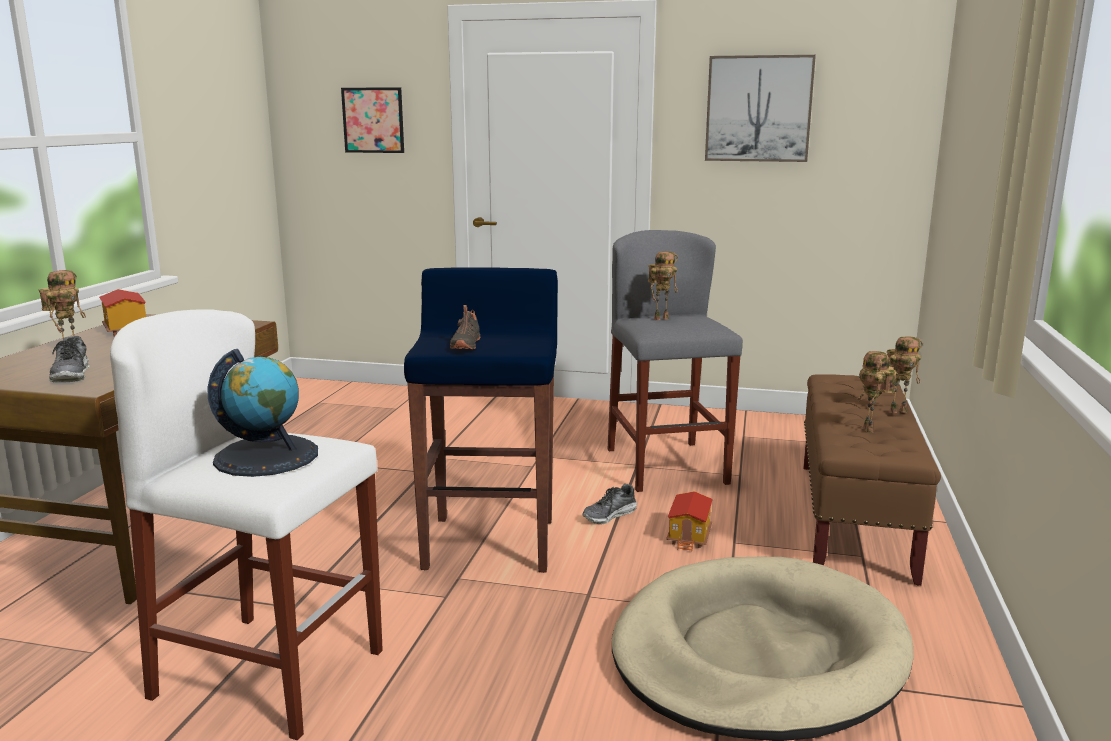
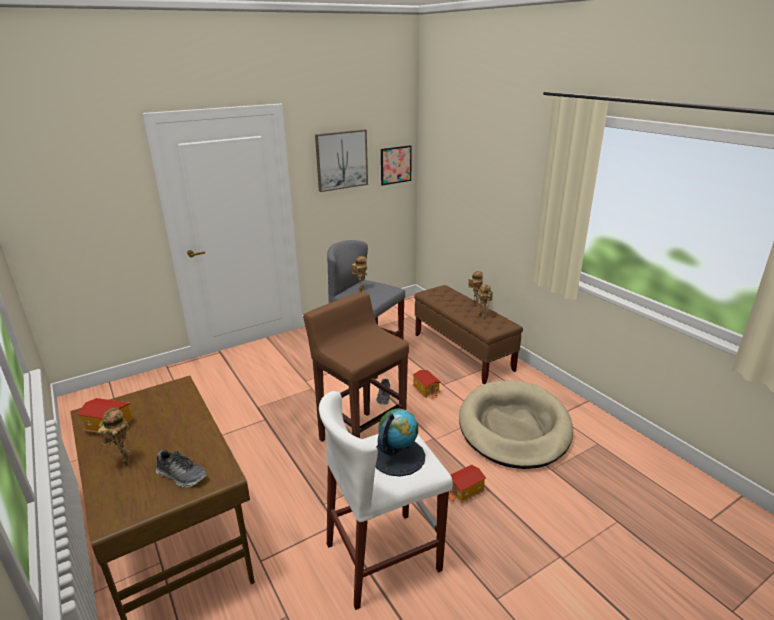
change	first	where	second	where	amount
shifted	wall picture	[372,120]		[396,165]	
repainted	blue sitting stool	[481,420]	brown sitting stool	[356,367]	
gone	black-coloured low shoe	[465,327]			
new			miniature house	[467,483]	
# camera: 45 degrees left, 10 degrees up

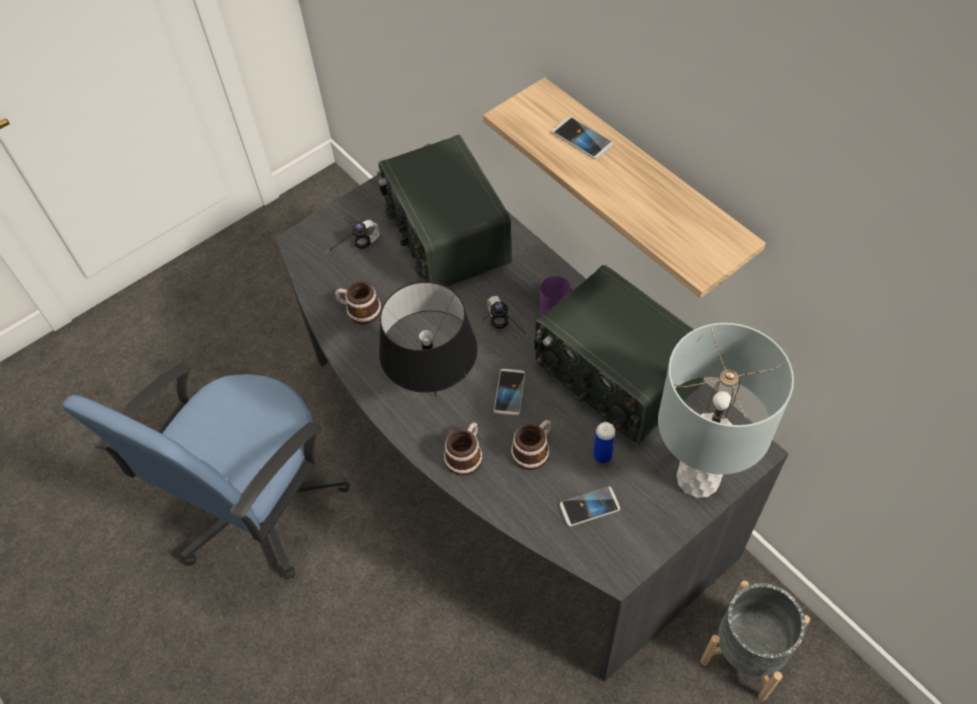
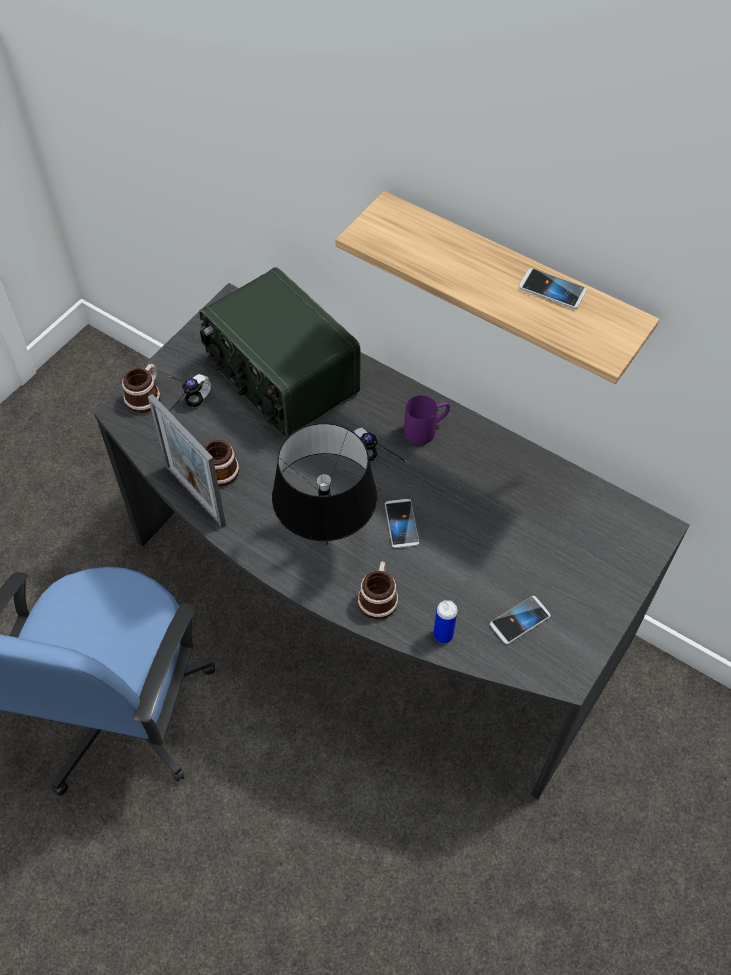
change	first	where	second	where	amount
shifted	telephone	[582,138]		[553,288]	
gone	radio set	[619,355]			
gone	greyish lamp for a table	[726,410]			
shifted	coffee mug	[531,445]		[141,388]	
shifted	can	[604,442]		[445,622]	
gone	greyish flower pot	[755,641]			
new			picture frame	[187,461]	
# camera: 20 degrees left, 0 degrees up

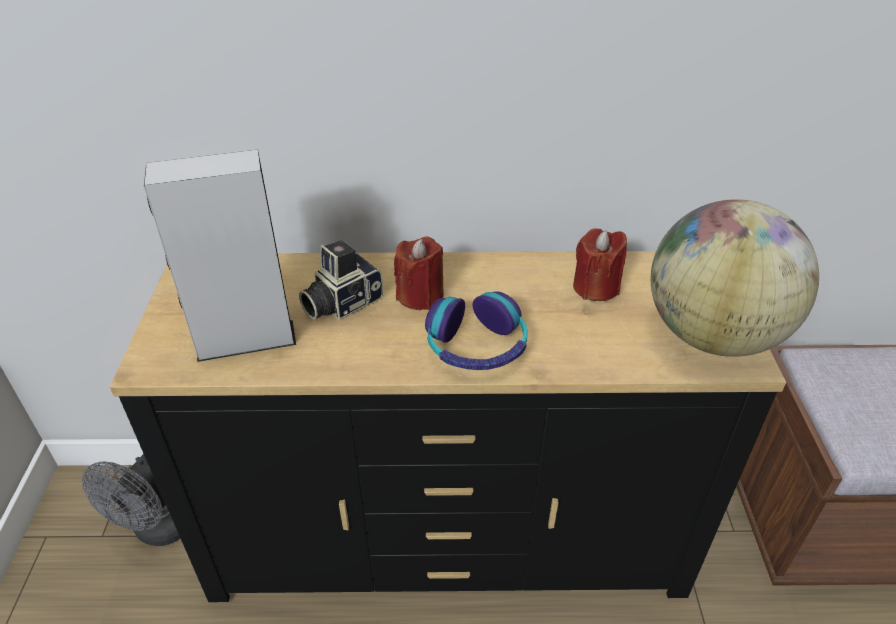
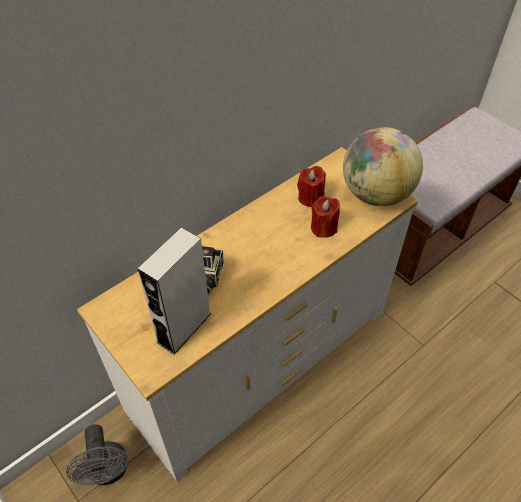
change	first	where	second	where	amount
shifted	red-coloured wax candle	[419,273]		[325,217]	
repainted	black-coloured chest of drawers	[448,426]	white chest of drawers	[247,314]	
gone	pair of headphones	[476,330]			
# camera: 40 degrees left, 10 degrees up

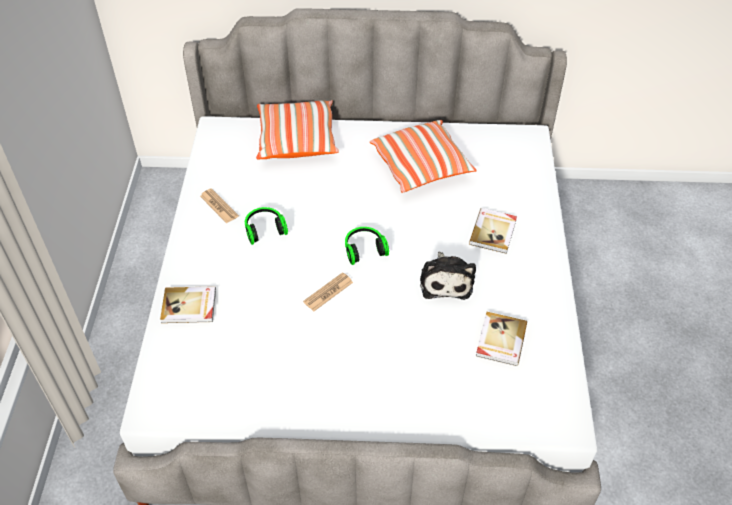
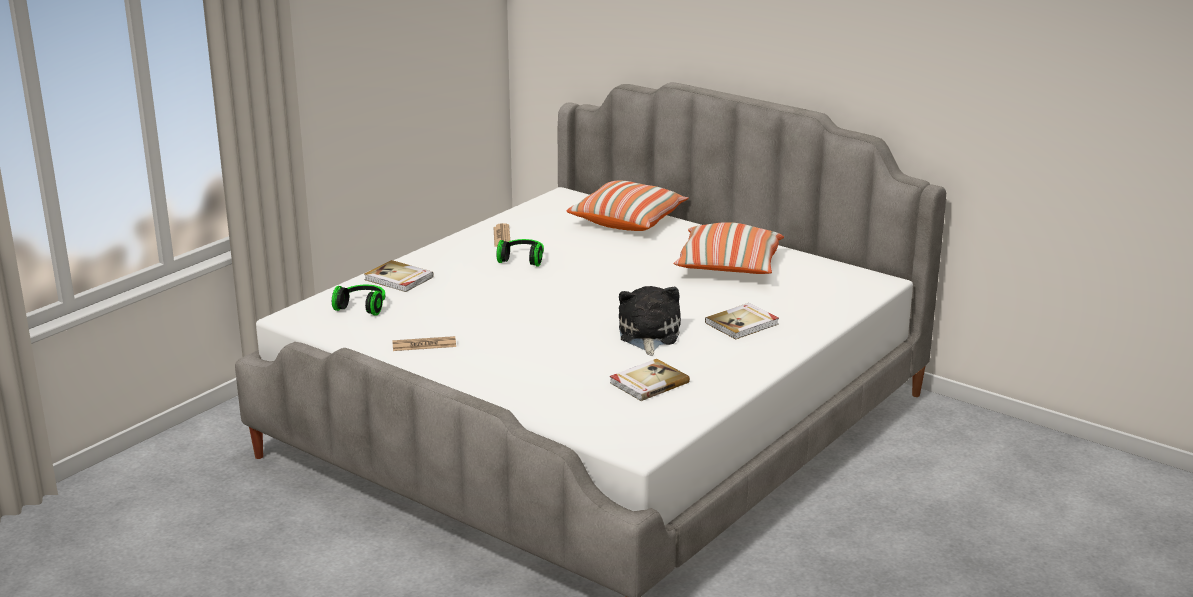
change	first	where	second	where	amount
shifted	pair of headphones	[367,246]		[358,300]	
rotated	cuddly toy	[448,276]		[650,320]	150 degrees clockwise
shifted	newspaper	[328,291]		[424,343]	
# camera: 35 degrees right, 25 degrees down

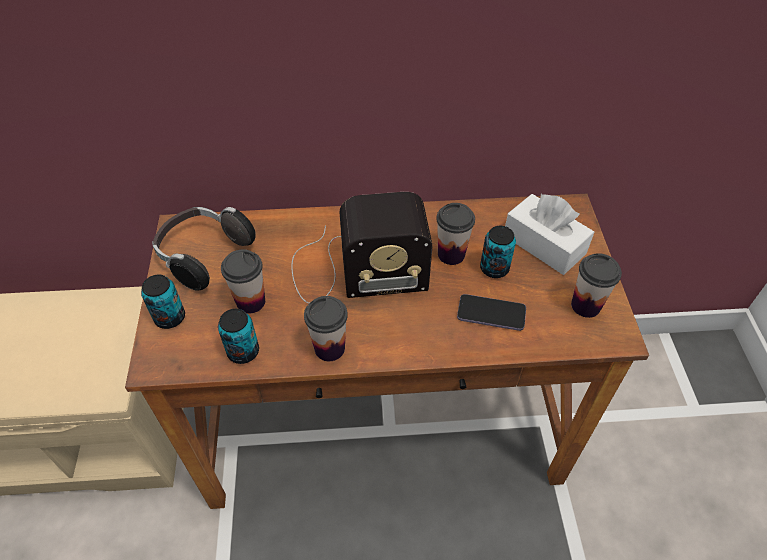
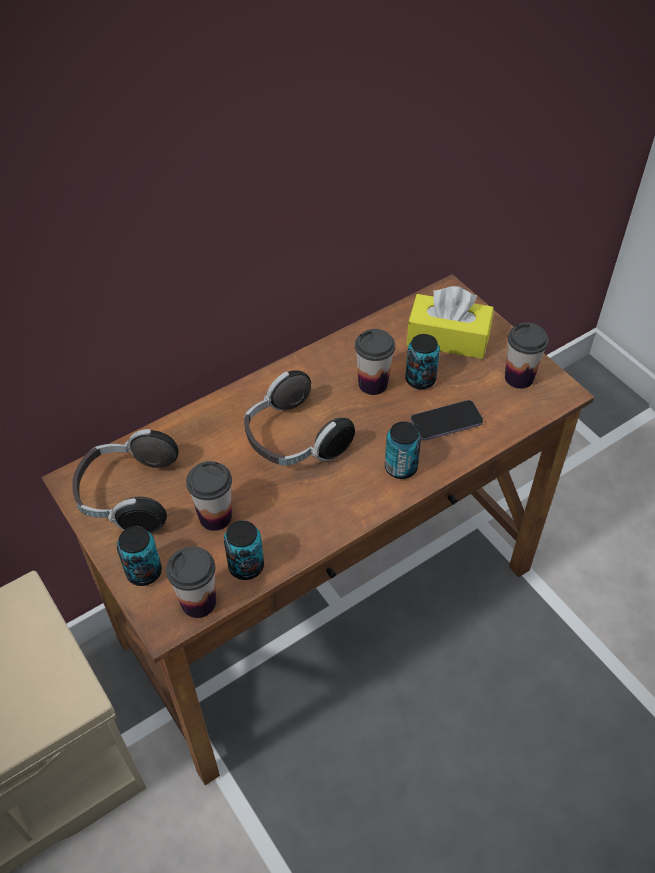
change	first	where	second	where	amount
swapped	radio set	[361,247]	pair of headphones	[299,418]	
repainted	white tissue holder	[549,234]	yellowish tissue holder	[450,322]	
shifted	small cup	[326,328]		[191,582]	
new			can	[403,450]	
# camera: 30 degrees left, 0 degrees up

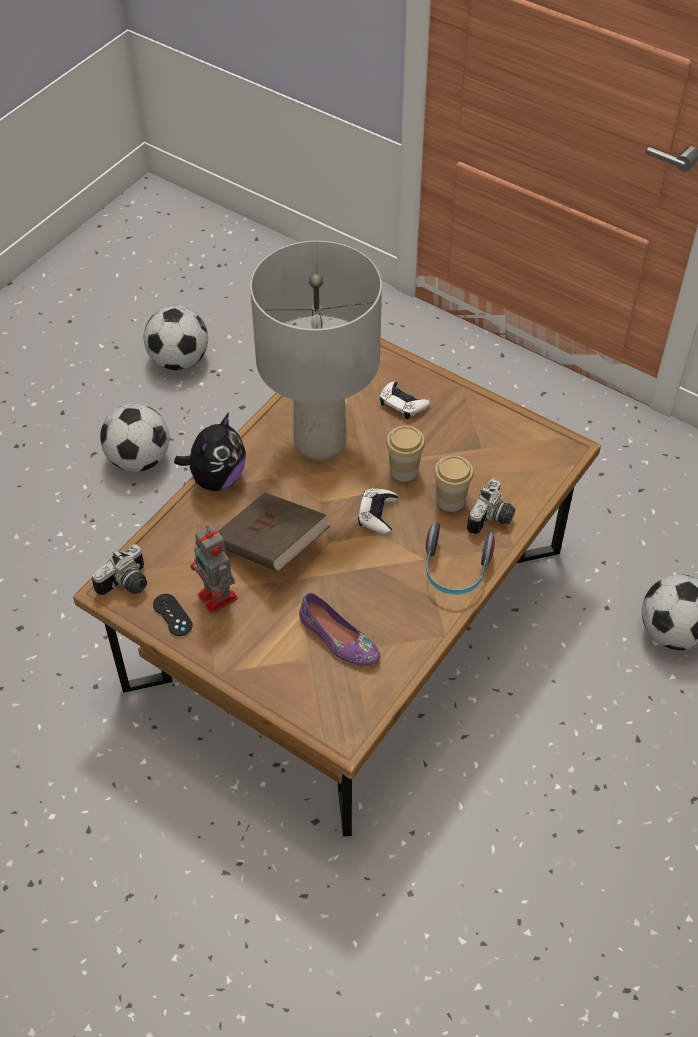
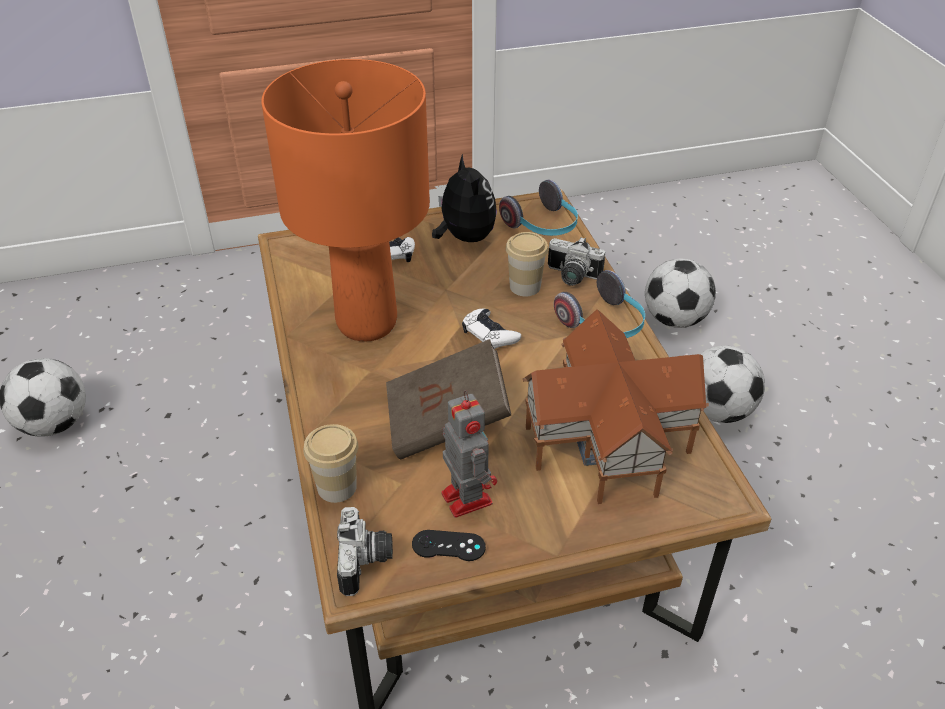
change	first	where	second	where	amount
repainted	greyish lamp for a table	[316,351]	orange-coloured lamp for a table	[345,200]	
shifted	football ball	[134,438]		[732,384]	
shifted	cuddly toy	[210,452]		[464,198]	
shifted	small cup	[405,453]		[331,463]	
rotated	still camera	[491,507]		[576,261]	135 degrees clockwise
rotated	robot figure	[214,569]		[469,454]	120 degrees counterclockwise
swapped	purple low shoe	[339,629]	miniature house	[616,406]	
new			pair of headphones	[538,208]	
# camera: 50 degrees left, 10 degrees down

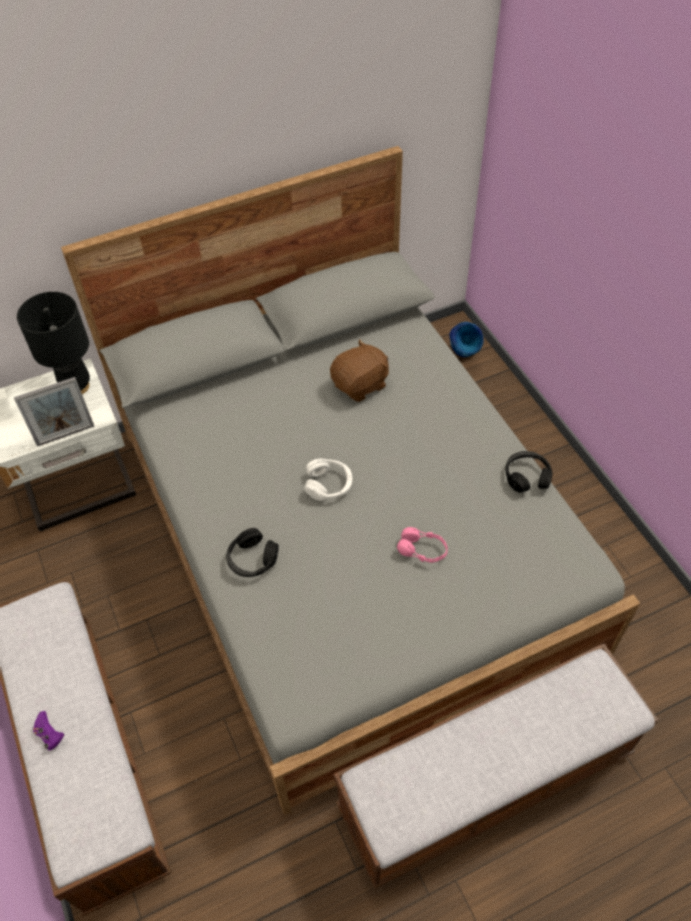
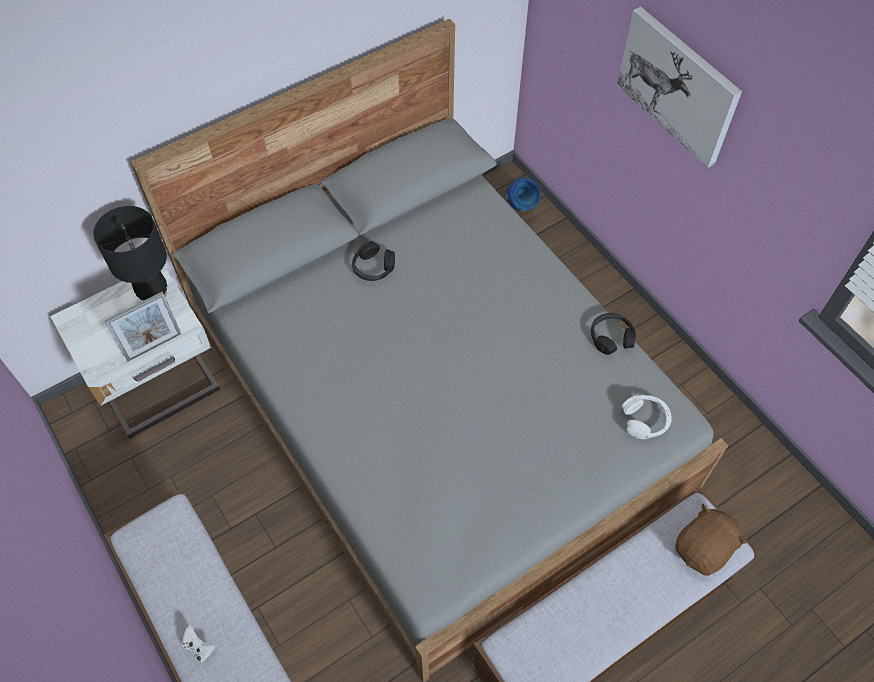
change	first	where	second	where	amount
shifted	brown cuddly toy	[359,370]		[711,540]	
shifted	white pair of headphones	[328,480]		[647,417]	
gone	pink-coloured pair of headphones	[422,545]			
shifted	black-coloured pair of headphones	[252,552]		[373,261]	
repainted	purple game controller	[48,730]	white game controller	[198,644]	
new			wall picture	[679,87]	
# camera: 10 degrees left, 5 degrees up

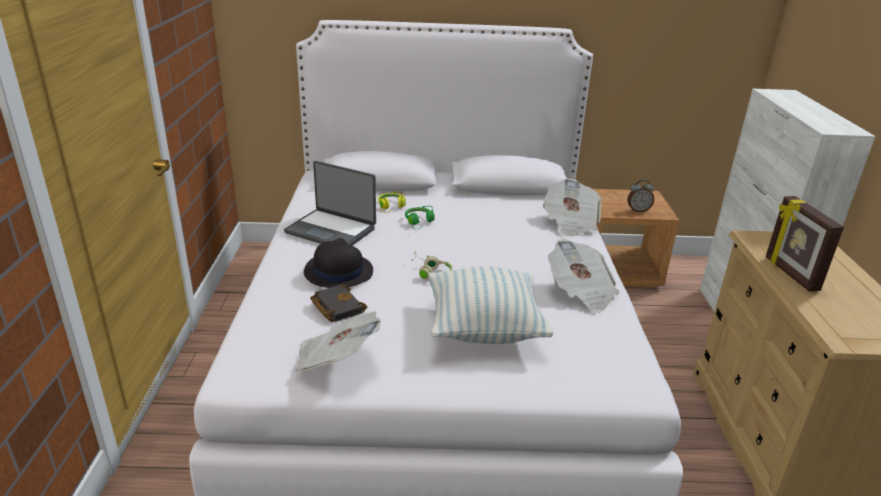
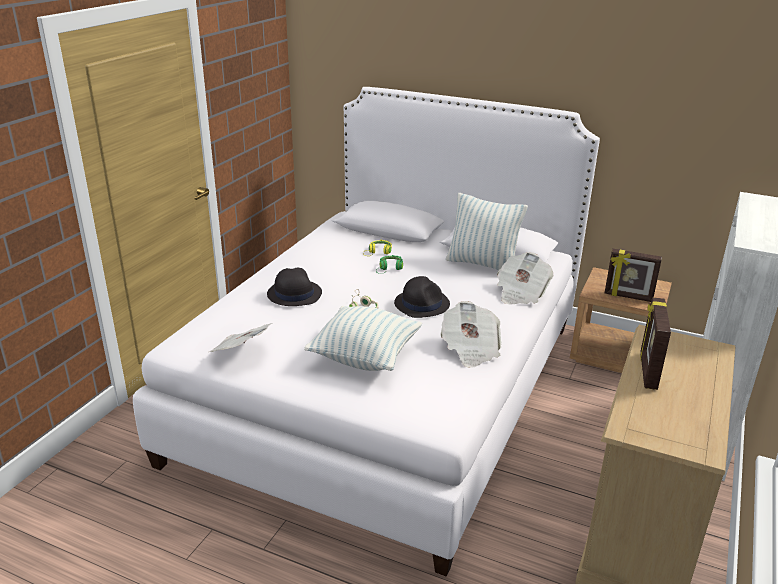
change	first	where	second	where	amount
gone	portable computer	[330,203]			
swapped	alarm clock	[640,195]	picture frame	[633,275]	
gone	black-coloured volume	[338,303]			
new			throw pillow	[487,231]	
new			black-coloured wearable hat	[422,297]	
# camera: 25 degrees right, 0 degrees up

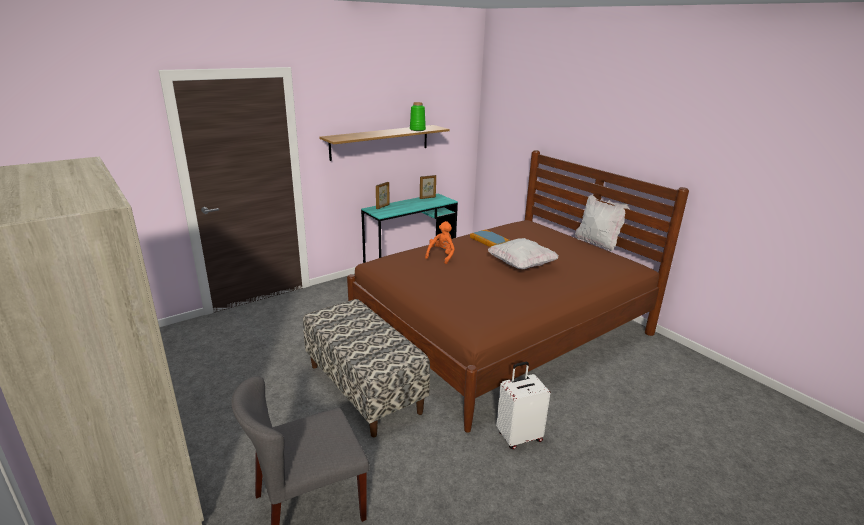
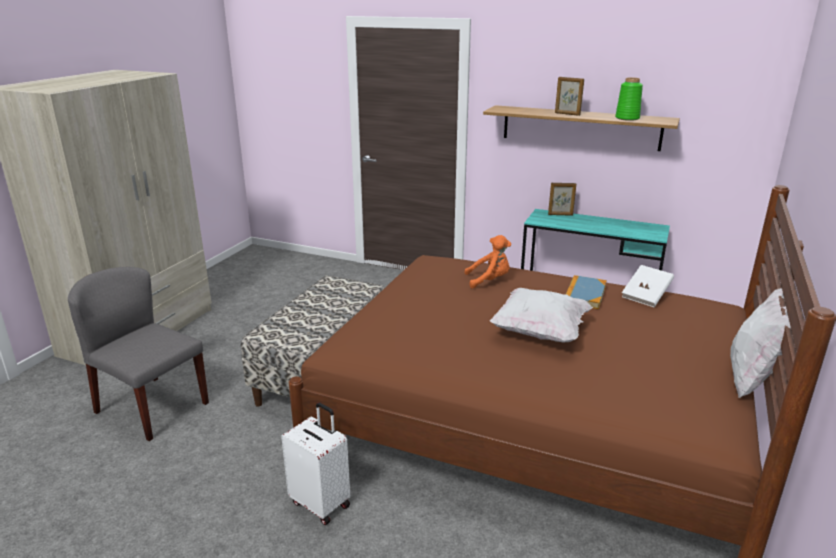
change	first	where	second	where	amount
shifted	picture frame	[428,187]		[569,96]	
new			white volume	[648,286]	
# camera: 60 degrees right, 0 degrees up

